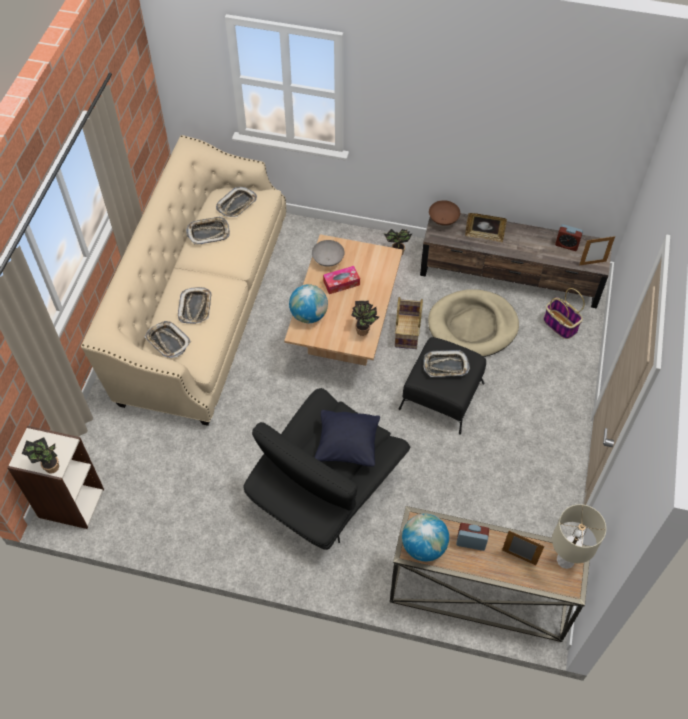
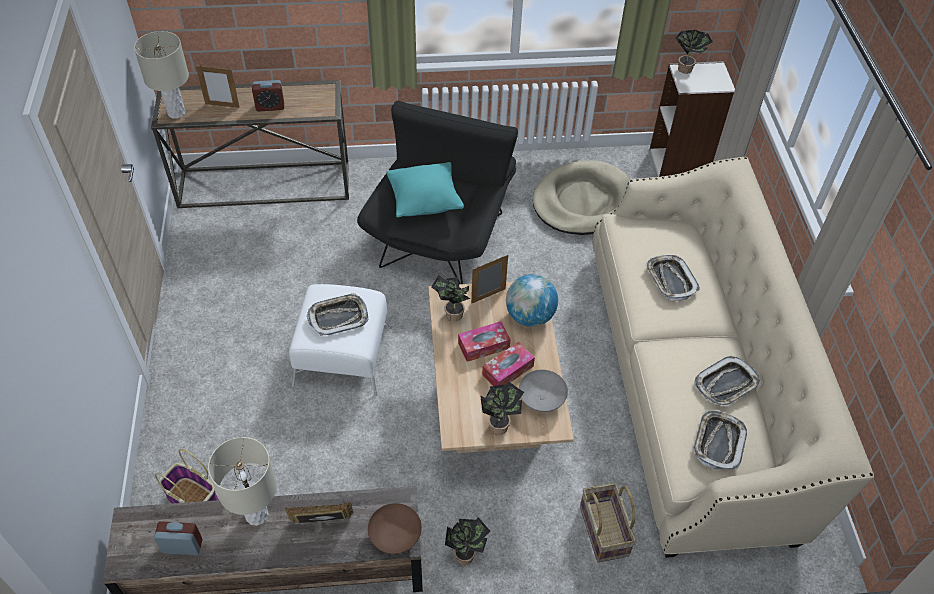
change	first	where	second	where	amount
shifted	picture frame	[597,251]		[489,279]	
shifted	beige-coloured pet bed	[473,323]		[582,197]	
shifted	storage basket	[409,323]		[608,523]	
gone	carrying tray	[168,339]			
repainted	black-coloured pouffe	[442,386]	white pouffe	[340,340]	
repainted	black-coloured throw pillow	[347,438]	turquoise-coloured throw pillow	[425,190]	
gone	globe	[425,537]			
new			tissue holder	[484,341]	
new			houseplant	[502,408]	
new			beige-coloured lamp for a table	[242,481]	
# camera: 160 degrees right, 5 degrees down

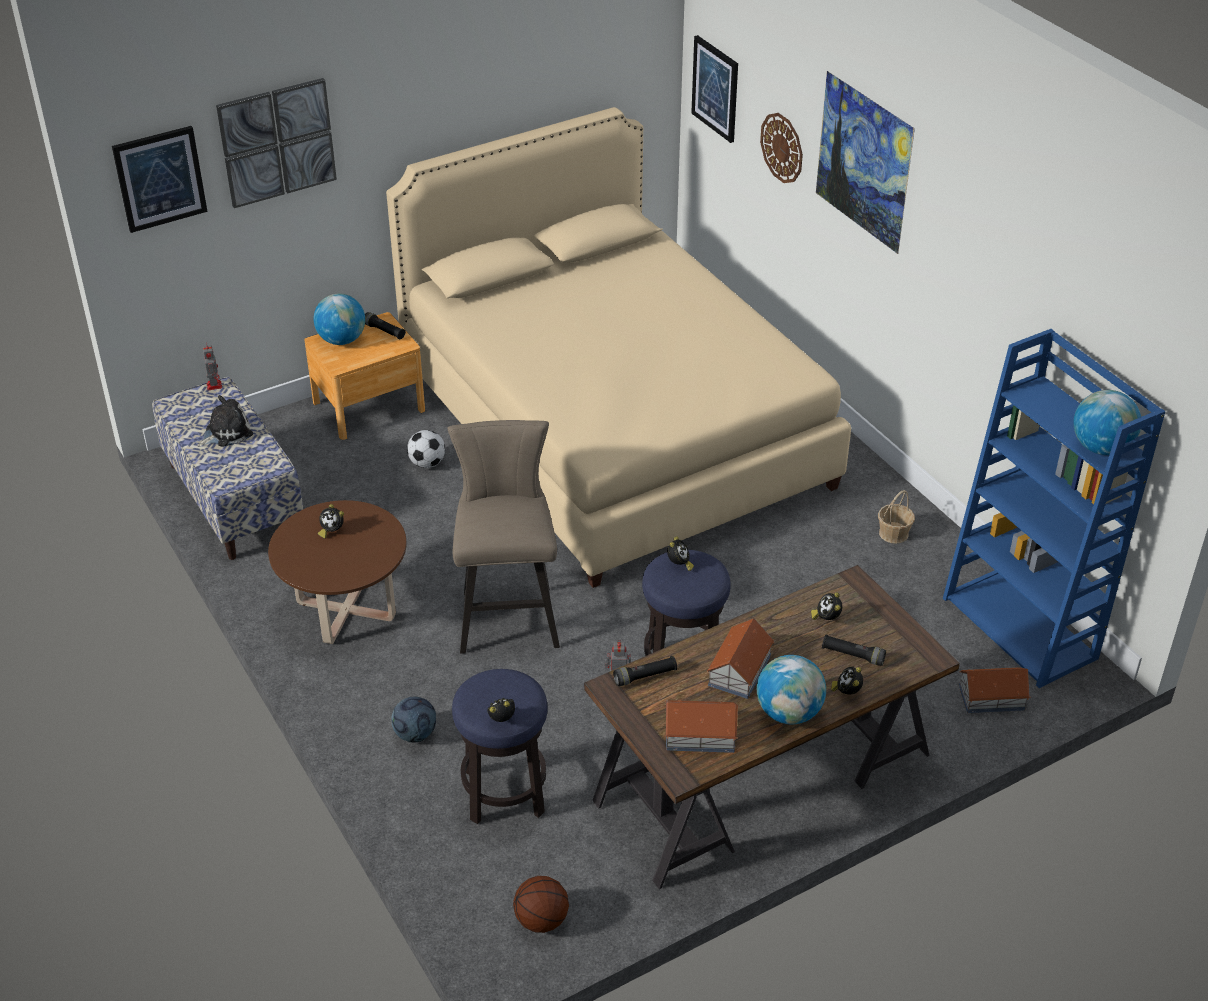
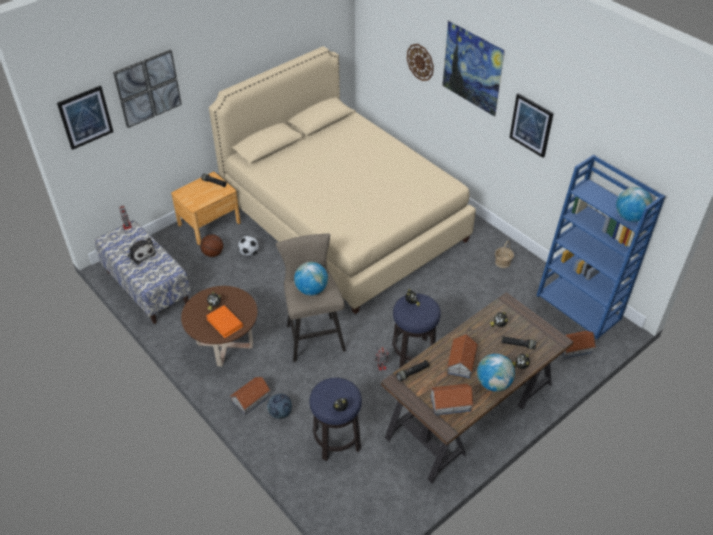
change	first	where	second	where	amount
shifted	wall picture	[714,89]		[531,125]	
shifted	globe	[339,319]		[311,278]	
rotated	cuddly toy	[225,421]		[142,251]	90 degrees clockwise
shifted	basketball	[541,904]		[211,245]	
new			orange-coloured volume	[225,321]	
new			miniature house	[250,396]	
# camera: 10 degrees left, 5 degrees up

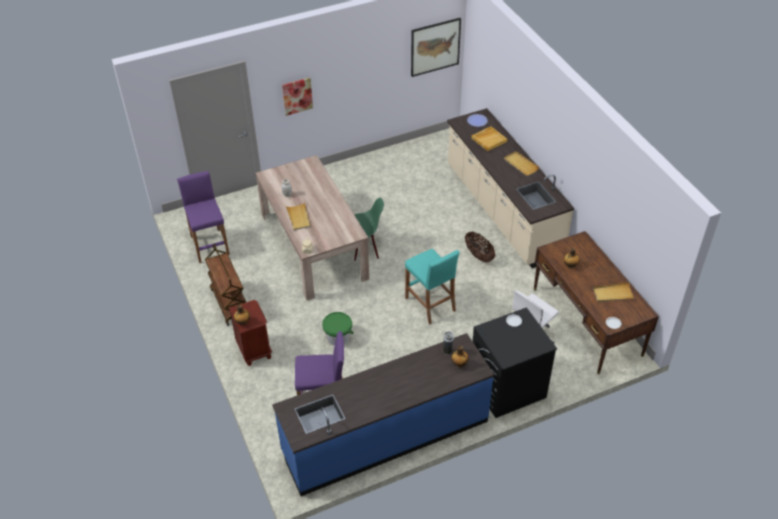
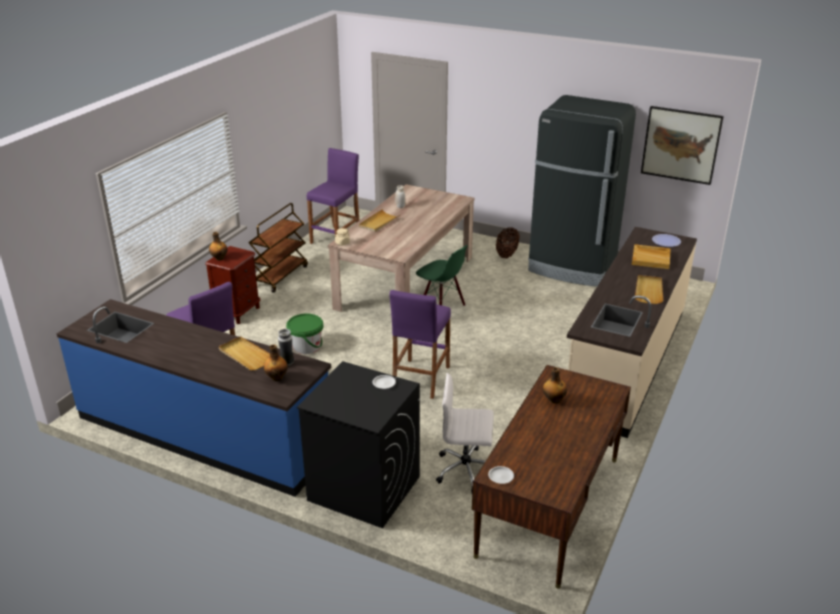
change	first	where	second	where	amount
gone	wall picture	[297,96]			
shifted	storage basket	[480,247]		[508,242]	
repainted	turquoise-coloured sitting stool	[432,286]	purple sitting stool	[420,344]	
shifted	beige-coloured carrying tray	[614,292]		[244,353]	
new			black-coloured fridge	[582,191]	
# camera: 50 degrees right, 15 degrees down

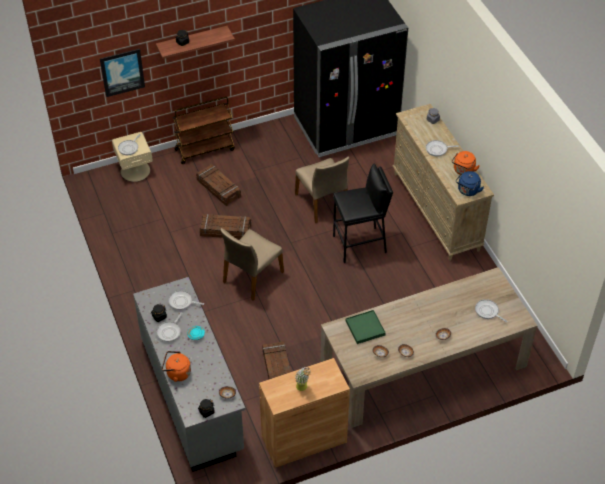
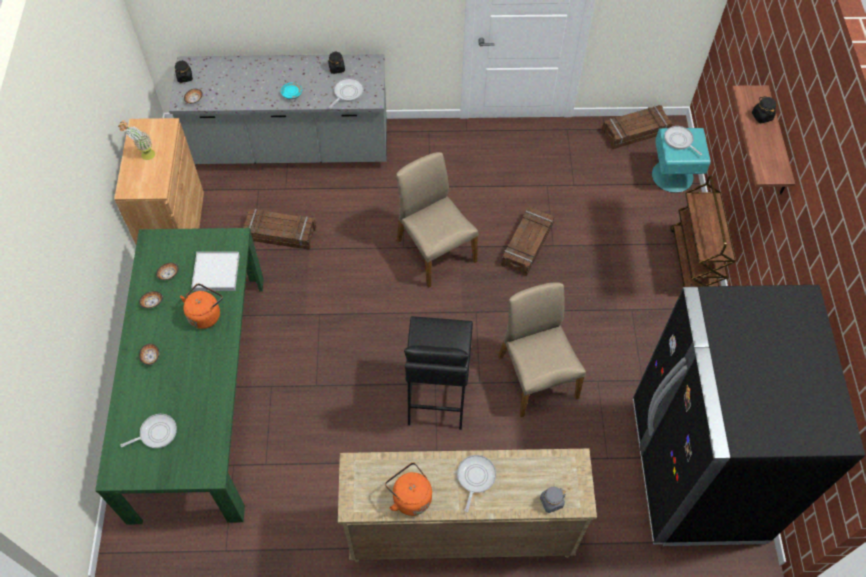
change	first	where	second	where	amount
gone	wall picture	[122,73]			
repainted	beige-coloured nightstand	[132,157]	turquoise-coloured nightstand	[681,160]	
rotated	beige-coloured plain chair	[322,190]		[542,349]	75 degrees clockwise
shifted	crate	[218,185]		[637,127]	
gone	blue water kettle	[470,183]			
repainted	beige-coloured dinner table	[429,347]	greenish dinner table	[179,376]	
repainted	greenish carrying tray	[366,327]	white carrying tray	[215,271]	
gone	frying pan	[170,327]			
shifted	orange-coloured water kettle	[176,366]		[201,306]	
# camera: 110 degrees right, 10 degrees up

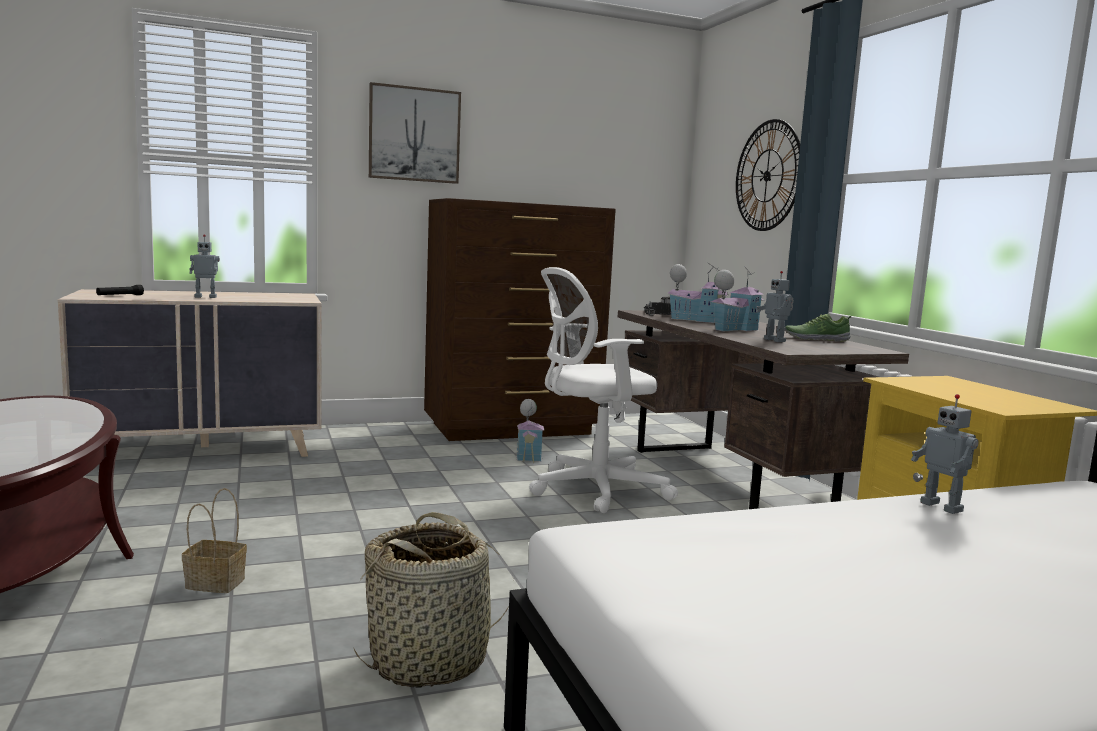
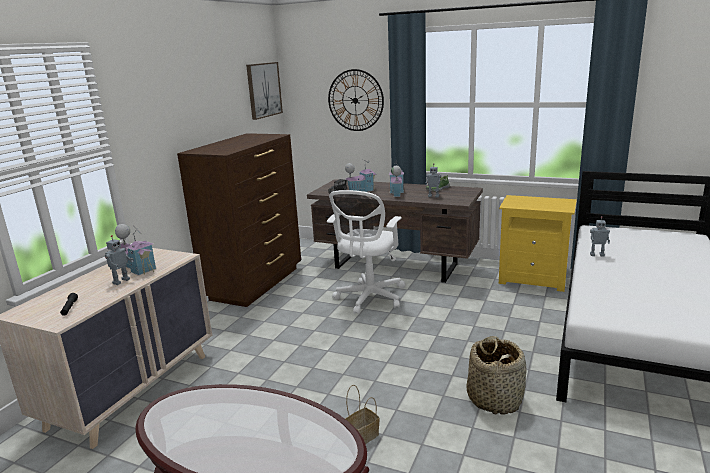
change	first	where	second	where	amount
shifted	wall picture	[415,133]		[264,91]	
shifted	miniature house	[530,431]		[135,250]	
# camera: 45 degrees left, 10 degrees up

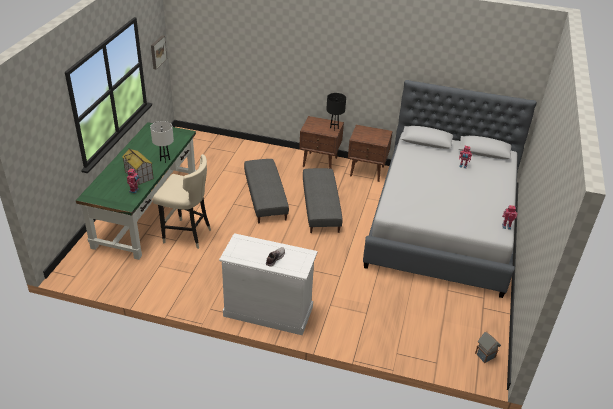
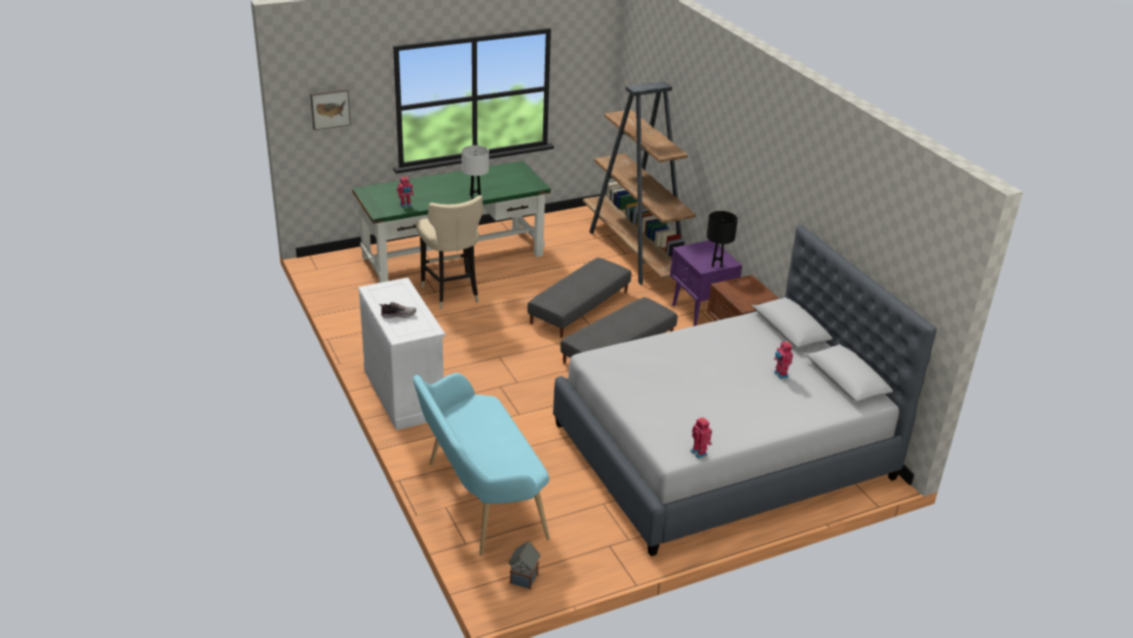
change	first	where	second	where	amount
shifted	wall picture	[159,52]		[330,109]	
repainted	brown nightstand	[321,142]	purple nightstand	[706,283]	
gone	miniature house	[138,166]			
new			brown shelving unit	[639,183]	
new			turquoise-coloured long seat	[481,464]	
# camera: 50 degrees right, 5 degrees down

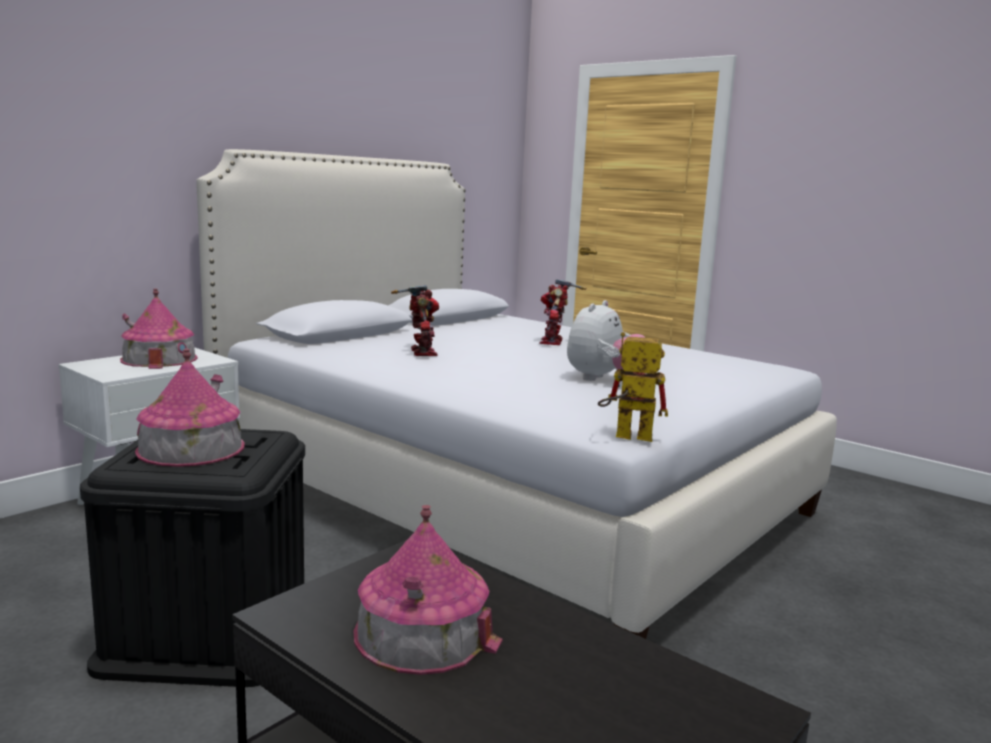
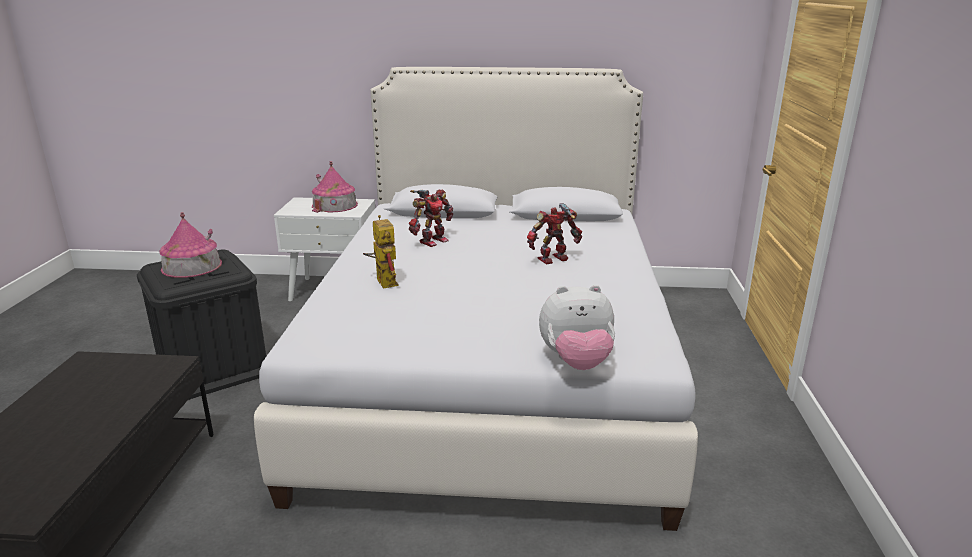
change	first	where	second	where	amount
shifted	cuddly toy	[606,340]		[577,327]	
shifted	robot figure	[633,387]		[381,251]	
gone	miniature house	[428,590]			
# camera: 55 degrees right, 10 degrees up

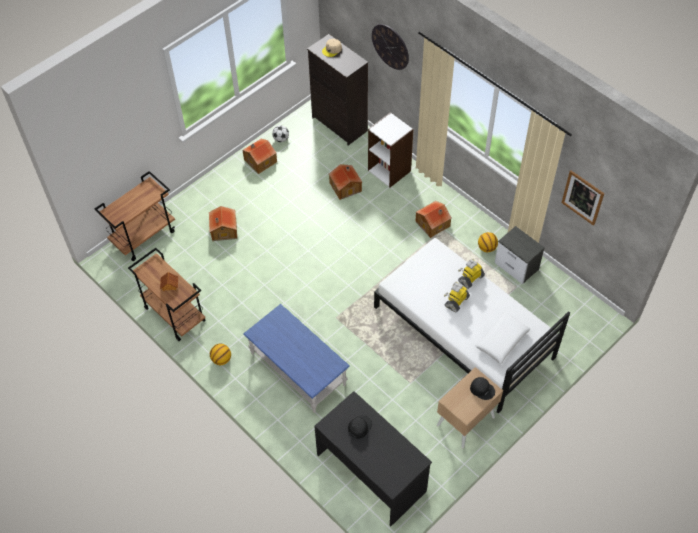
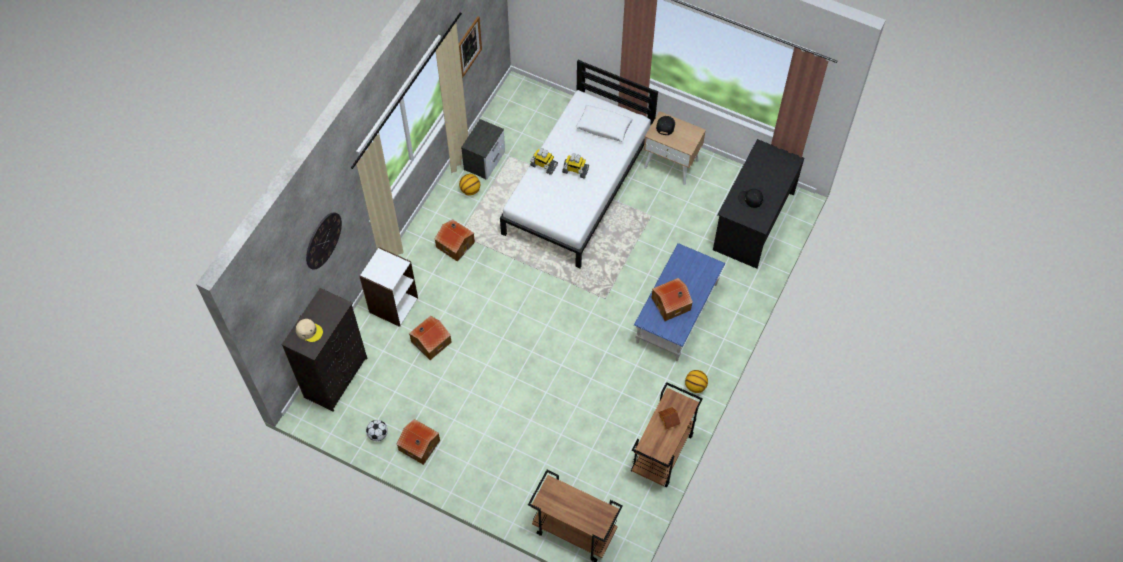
change	first	where	second	where	amount
shifted	miniature house	[223,223]		[672,299]	
# camera: 110 degrees left, 5 degrees up

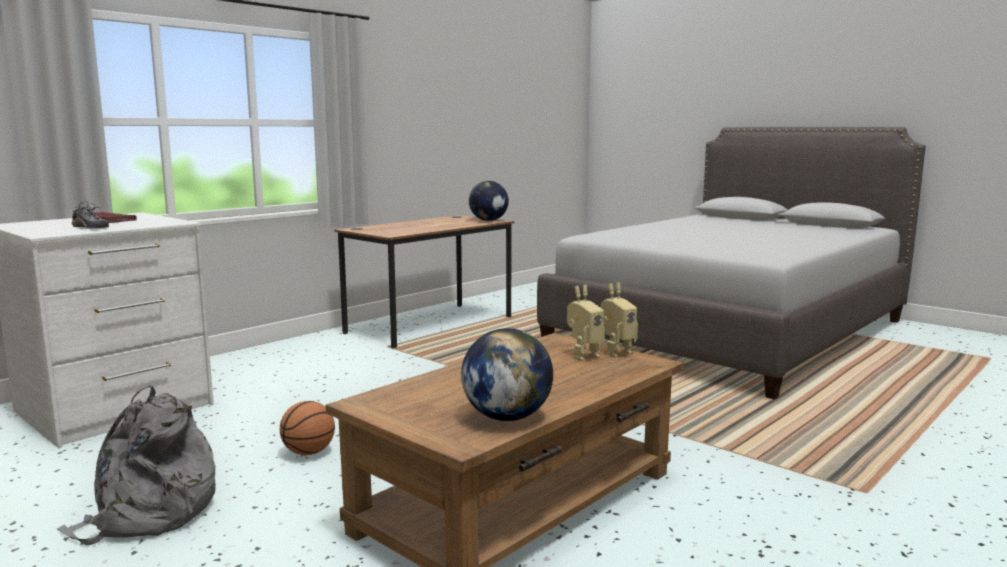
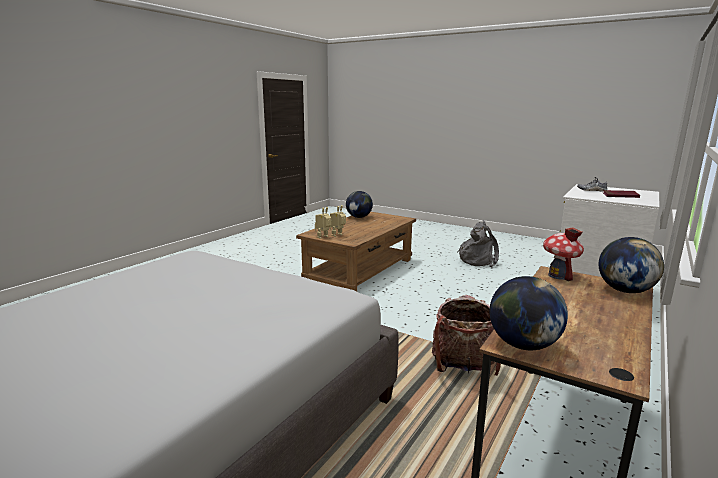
change	first	where	second	where	amount
gone	basketball	[307,428]			
new			miniature house	[563,254]	
new			globe	[631,265]	
new			rucksack	[466,335]	
# camera: 170 degrees right, 5 degrees up

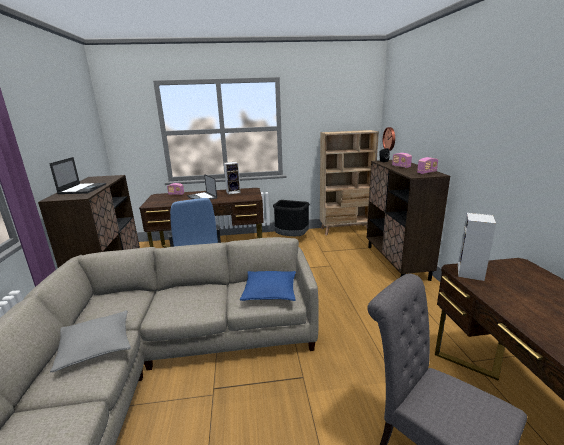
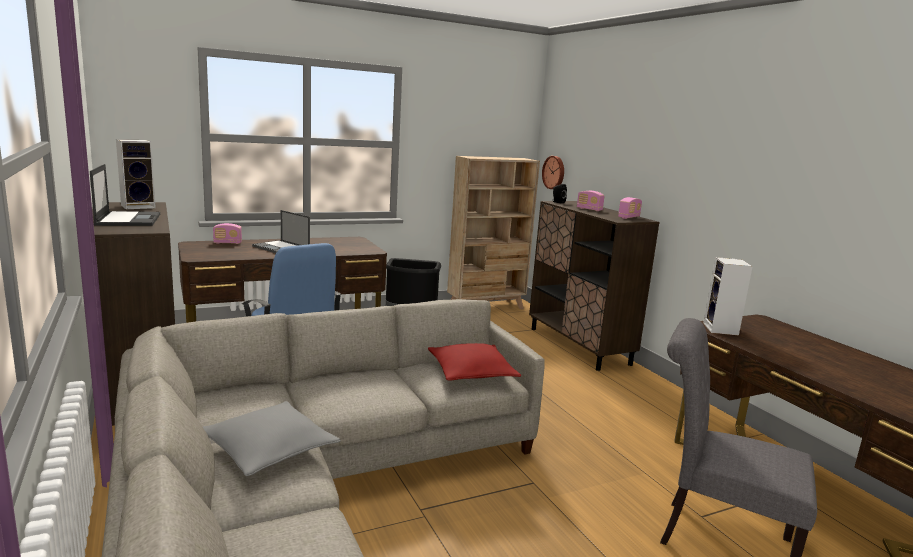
change	first	where	second	where	amount
shifted	audio speaker	[232,178]		[136,174]	
repainted	blue throw pillow	[268,286]	red-coloured throw pillow	[474,362]	
# camera: 20 degrees left, 5 degrees down

